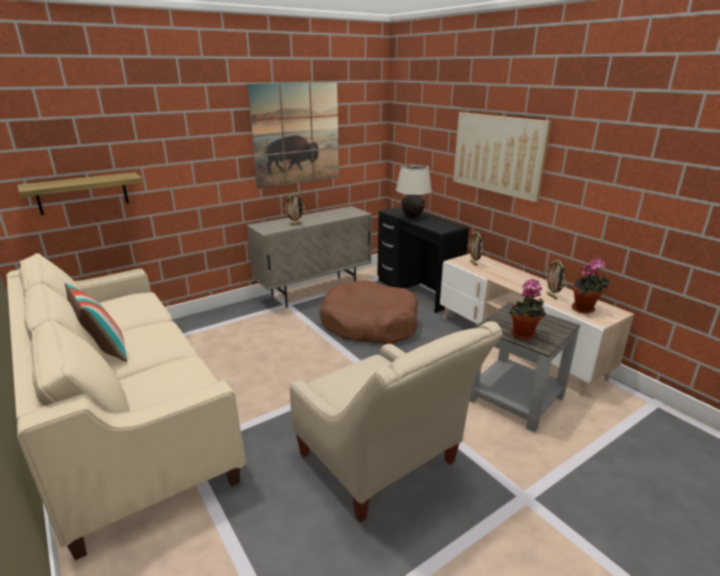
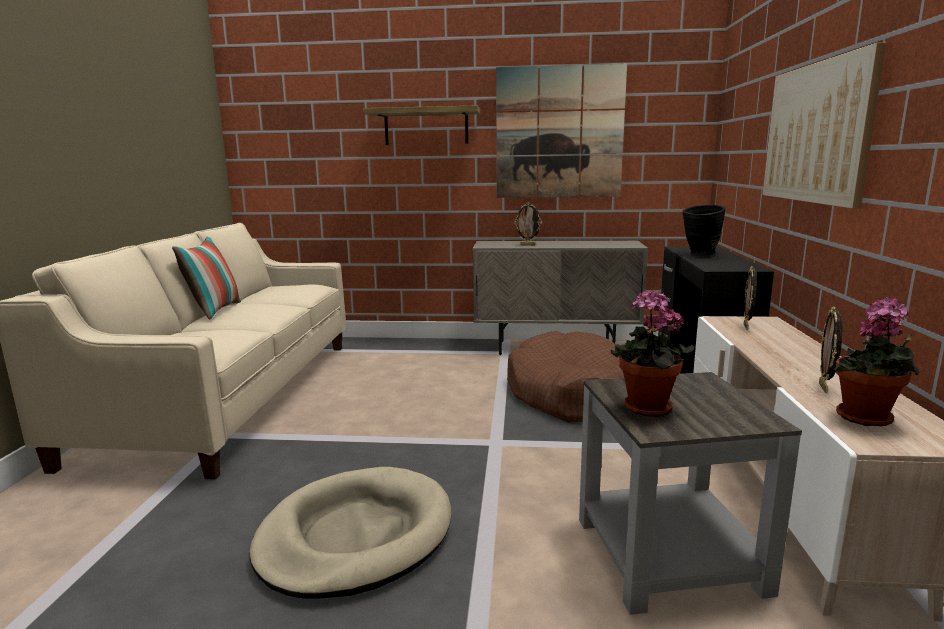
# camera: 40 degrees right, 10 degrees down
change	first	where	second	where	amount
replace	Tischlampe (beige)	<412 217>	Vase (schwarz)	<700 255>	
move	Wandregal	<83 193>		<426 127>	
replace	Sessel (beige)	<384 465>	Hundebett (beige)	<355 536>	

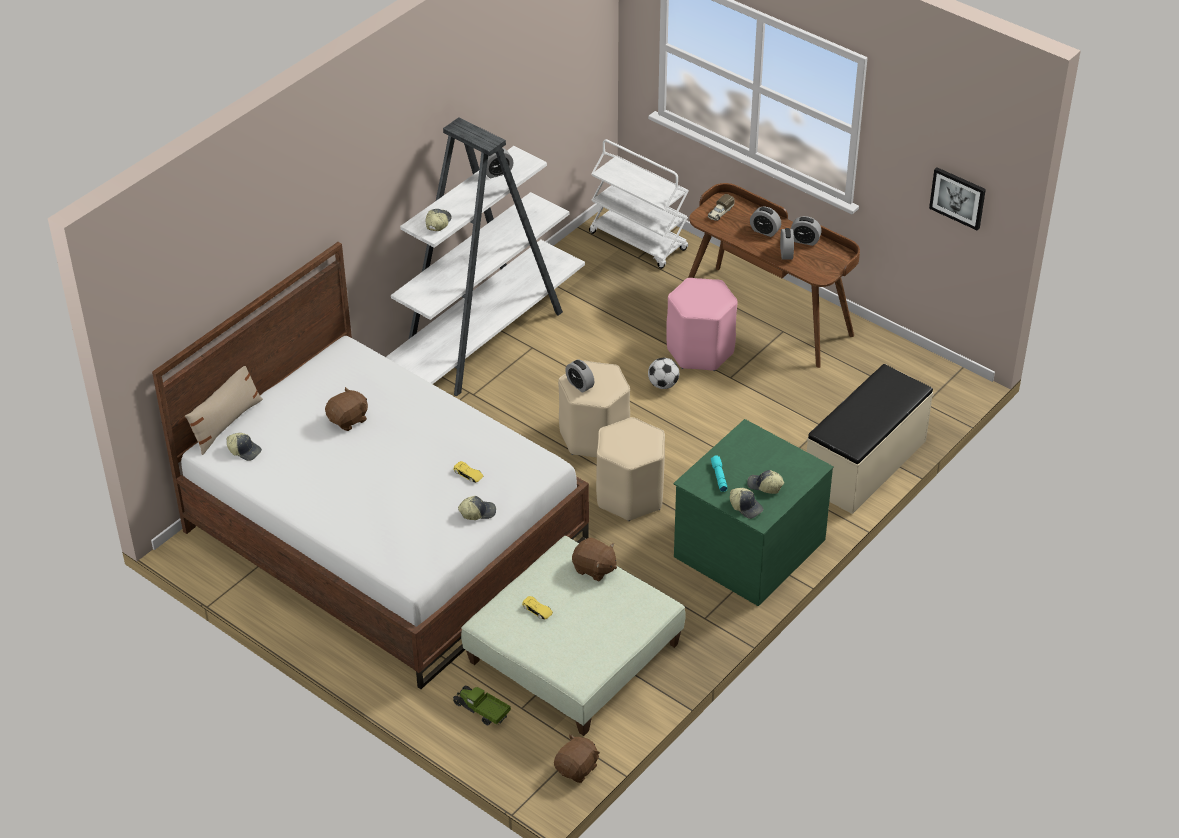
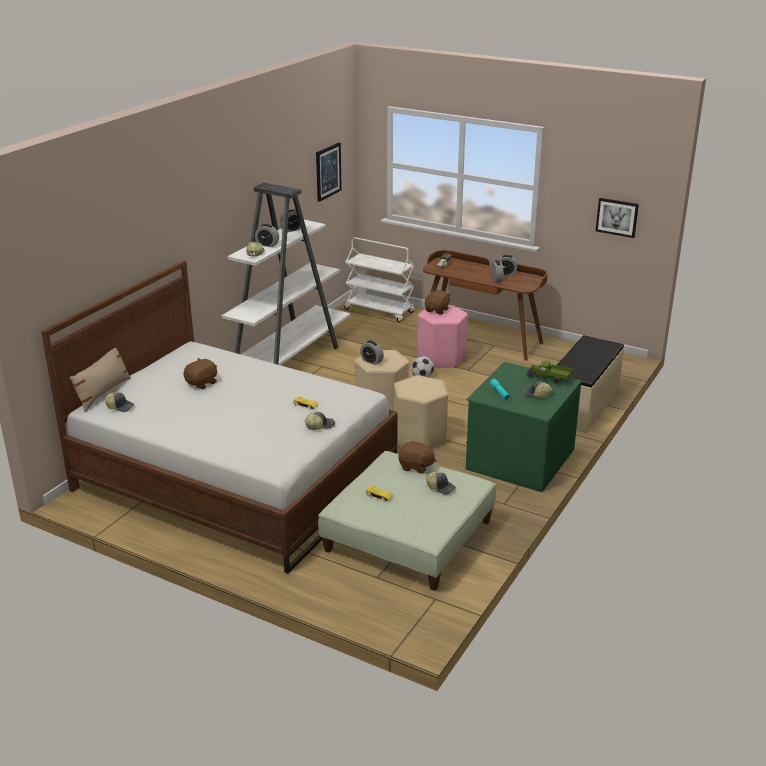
# camera: 10 degrees left, 15 degrees down
change	first	where	second	where	amount
move	Wecker	<764 231>		<267 245>	
move	Kappe	<746 507>		<440 487>	
move	Spielzeuglaster	<481 711>		<549 379>	
move	Plüschtier (braun)	<577 768>		<437 310>	
insert			Bild	<328 171>	

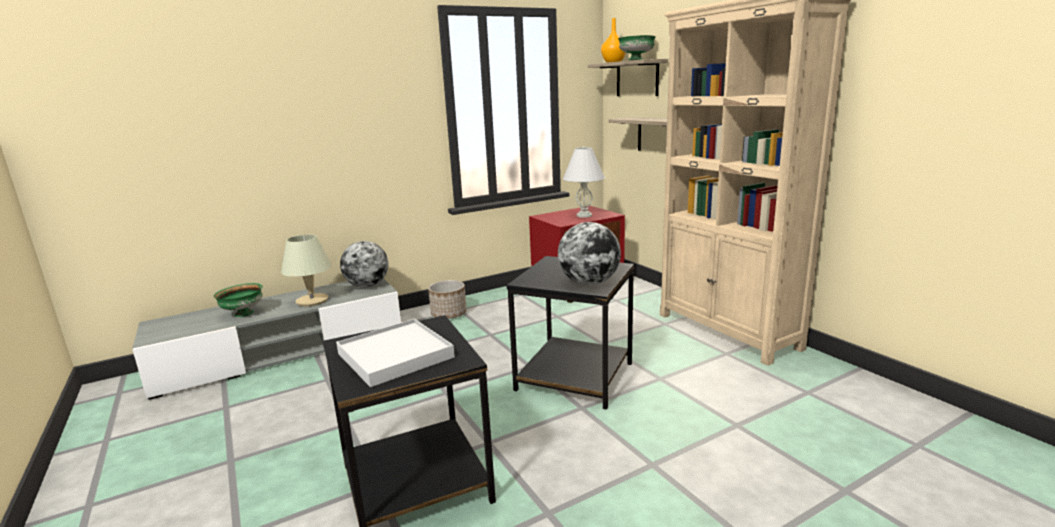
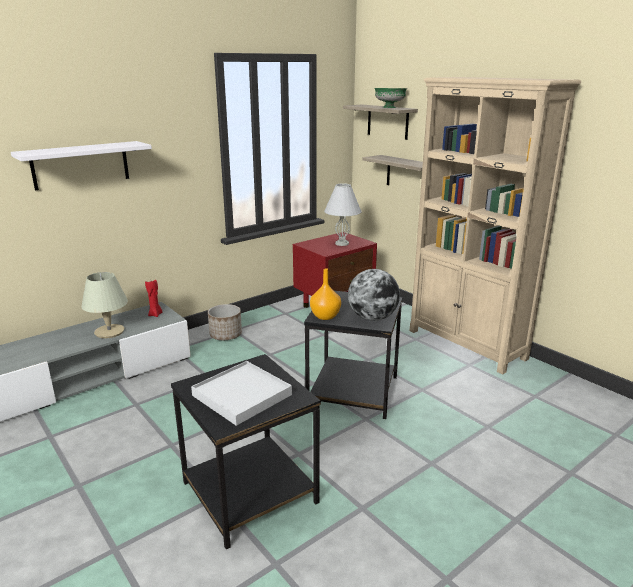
# camera: 10 degrees left, 5 degrees up
change	first	where	second	where	amount
move	Vase (orange)	<613 62>		<325 316>	
replace	Globus	<367 286>	Kerze (rot)	<155 314>	
delete	Schüssel (grün)	<243 314>			
insert			Wandregal (weiß)	<81 165>	

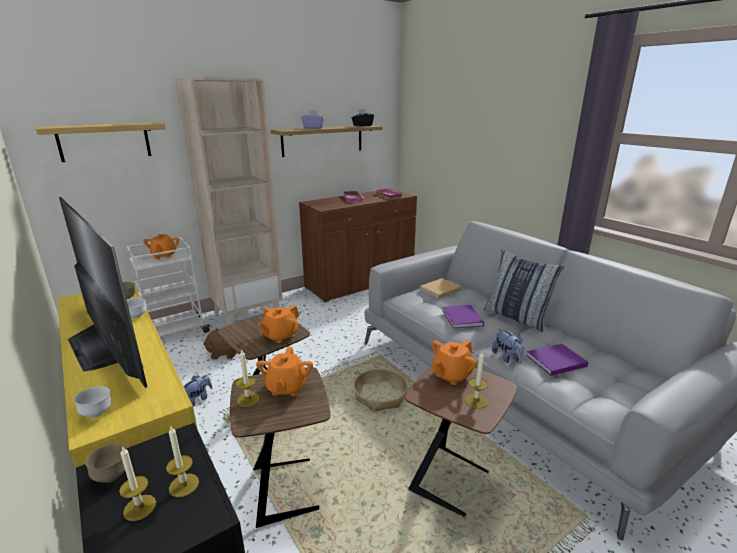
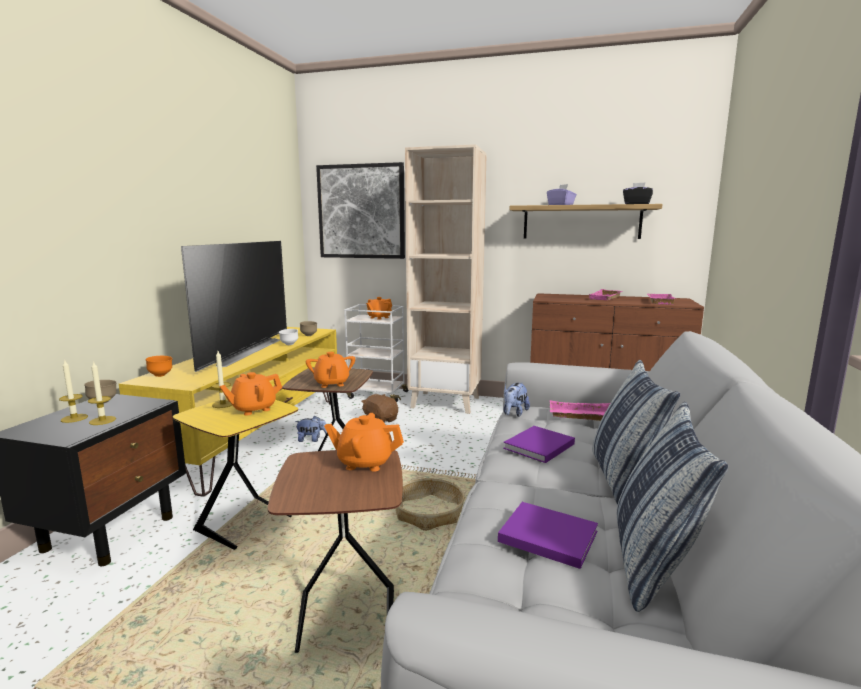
# camera: 50 degrees right, 10 degrees down
change	first	where	second	where	amount
replace	Wandregal	<104 141>	Bild	<361 211>	
replace	Buch (beige)	<439 290>	Tablett (rosa)	<580 416>	
rotate	Teekanne (orange)	<280 336>		<331 383>	105 degrees counterclockwise
move	Plüschtier	<507 358>		<514 413>	
delete	Kerze	<476 401>			
recolor	Beistelltisch (braun)	<287 489>	Beistelltisch (gelb)	<247 523>	
recolor	Schüssel (weiß)	<97 413>	Schüssel (orange)	<161 375>	
insert			Kissen	<652 563>	

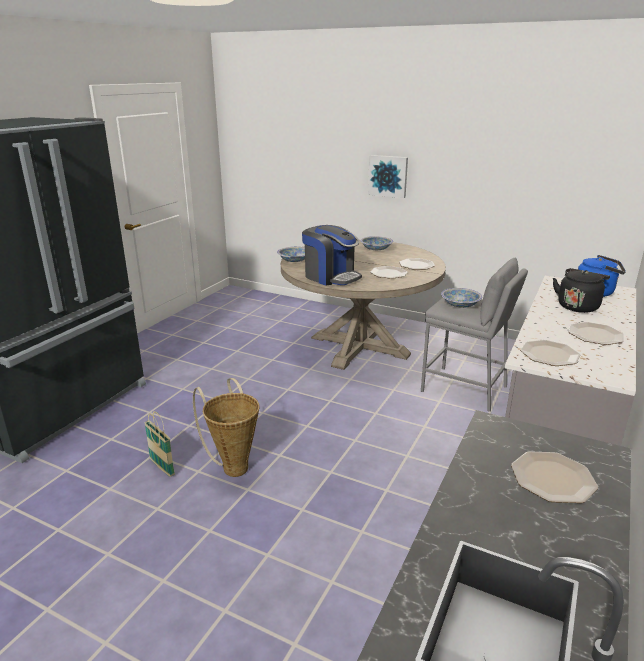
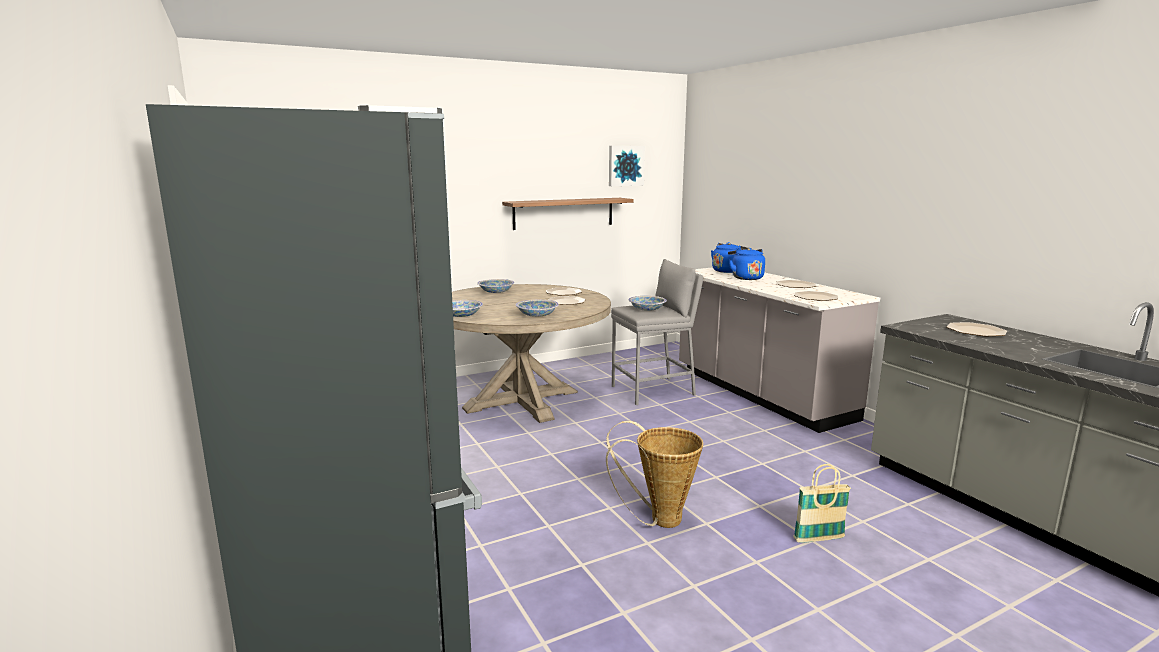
# camera: 55 degrees left, 10 degrees down
change	first	where	second	where	amount
move	Bild	<388 176>		<625 166>	
replace	Kaffeemaschine	<331 277>	Schüssel	<537 315>	
recolor	Wasserkessel (schwarz)	<578 306>	Wasserkessel (blau)	<745 278>	
move	Korb	<162 467>		<818 539>	
insert			Wandregal	<563 213>	

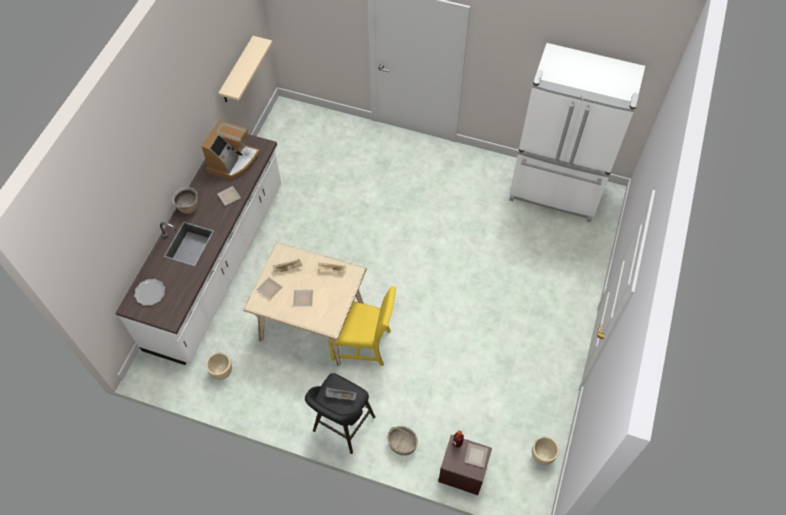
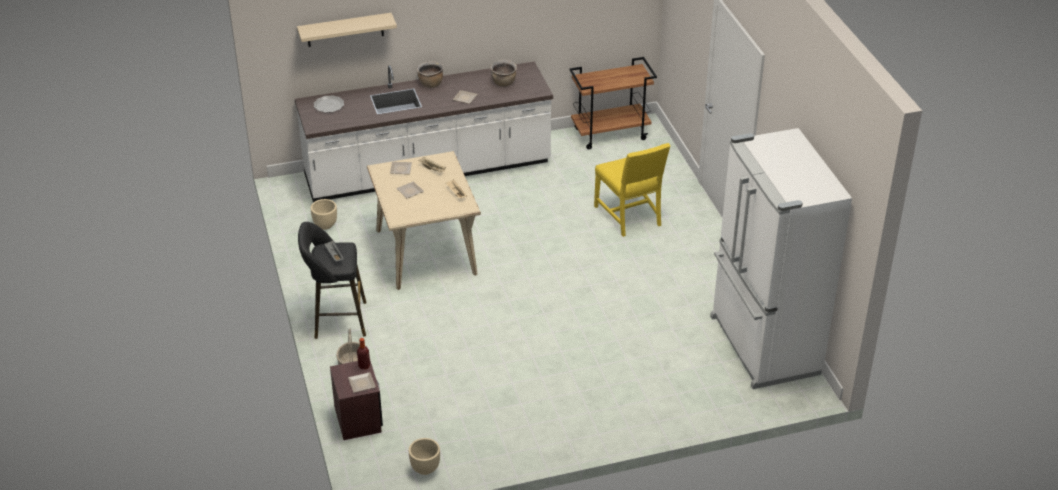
# camera: 55 degrees right, 20 degrees down
change	first	where	second	where	amount
move	Wandregal (beige)	<237 71>		<345 30>	
replace	Kaffeemaschine	<233 161>	Kochtopf (braun)	<504 83>	
move	Stuhl (gelb)	<363 344>		<630 216>	
insert			Rollwagen (braun)	<611 134>	

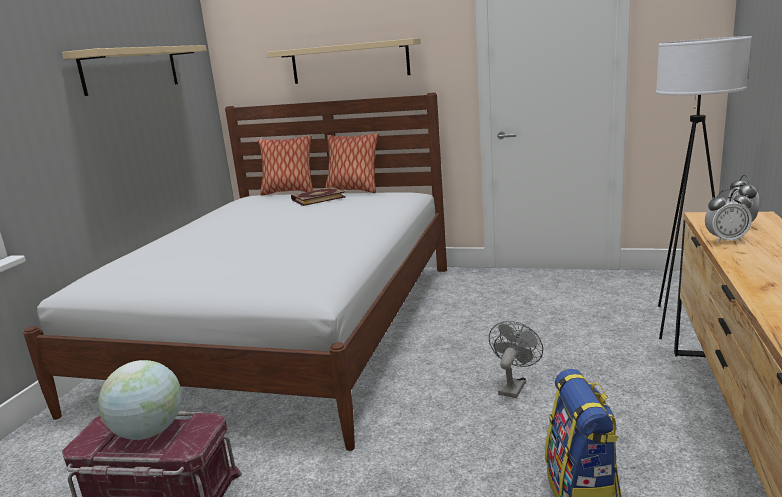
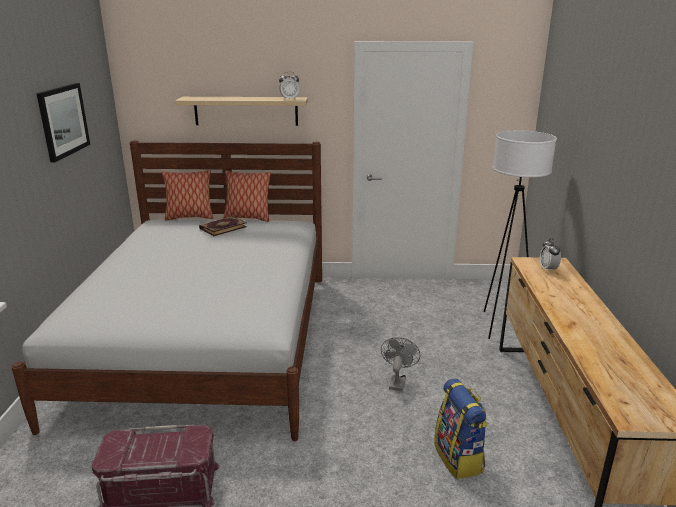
# camera: 15 degrees left, 5 degrees up
change	first	where	second	where	amount
replace	Wandregal (beige)	<131 69>	Bild	<63 121>	
move	Wecker	<725 240>		<289 99>	
delete	Globus	<149 432>			

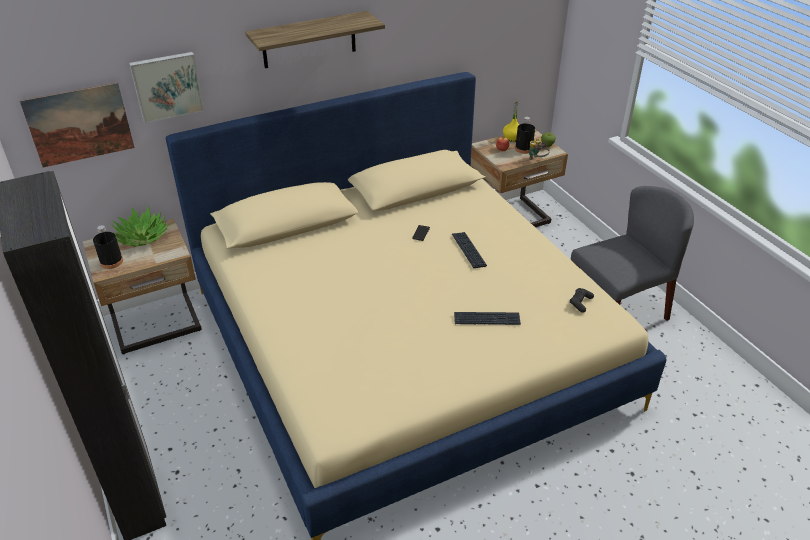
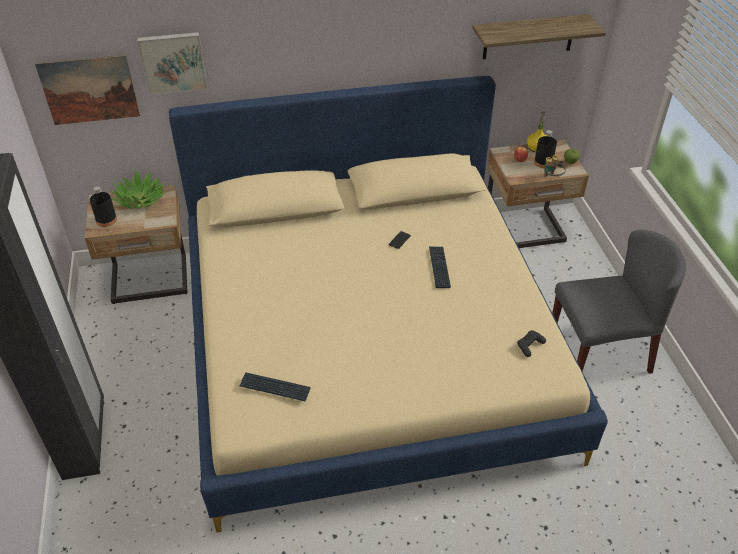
# camera: 15 degrees right, 5 degrees up
change	first	where	second	where	amount
move	Wandregal	<309 40>		<528 37>	
move	Tastatur	<487 319>		<274 388>	

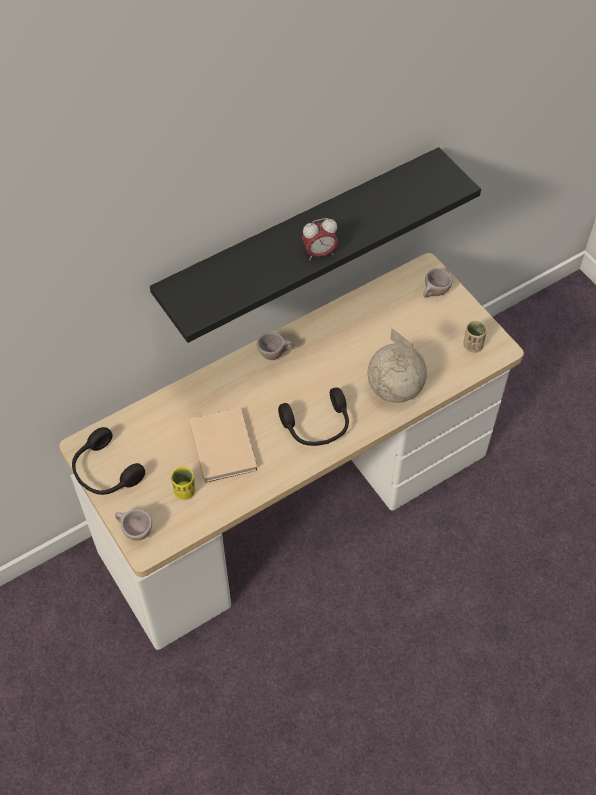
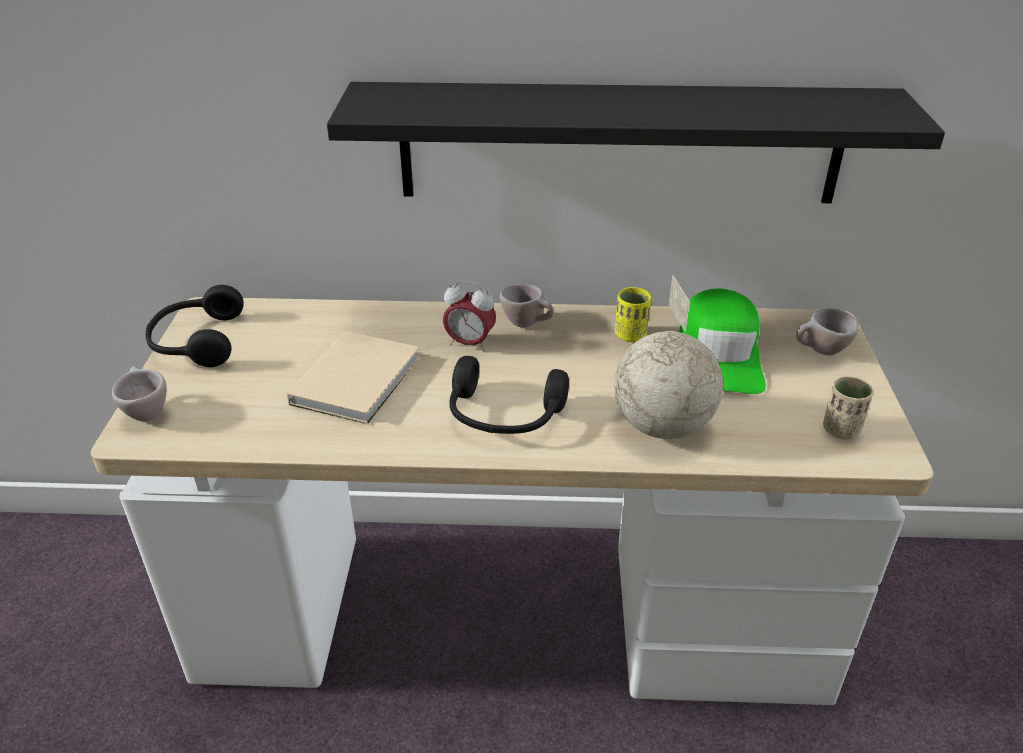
# camera: 35 degrees right, 20 degrees down
change	first	where	second	where	amount
move	Wecker	<319 253>		<469 344>	
move	Tasse (gelb)	<184 491>		<630 335>	
insert			Kappe (grün)	<719 355>	

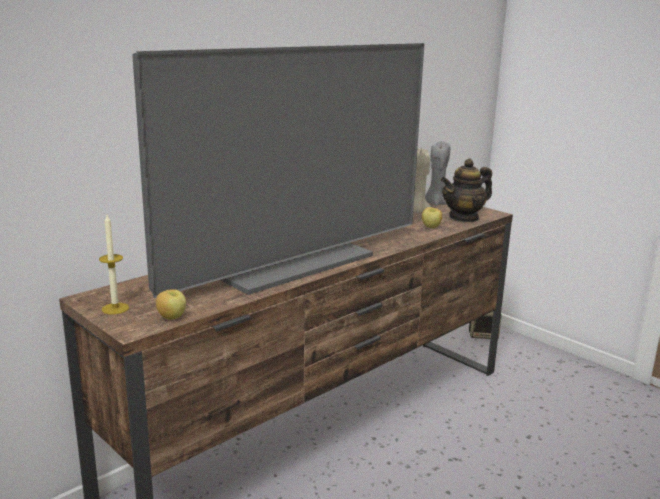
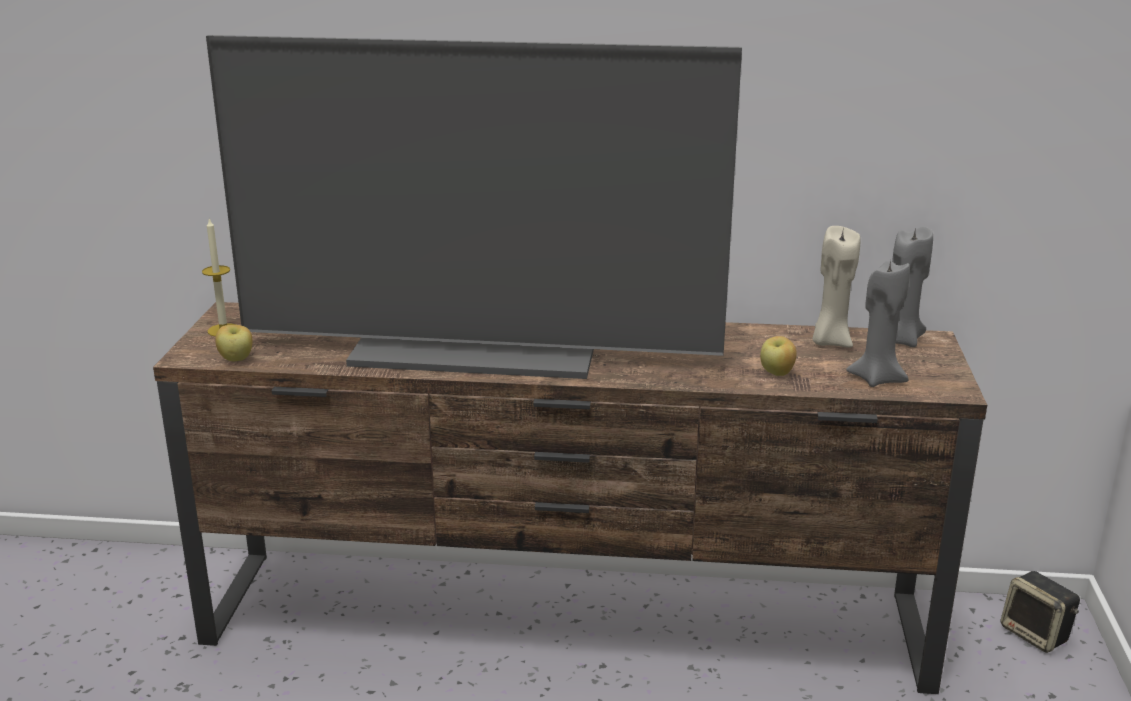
# camera: 50 degrees right, 5 degrees up
change	first	where	second	where	amount
replace	Teekanne	<464 218>	Kerze (grau)	<876 379>	

